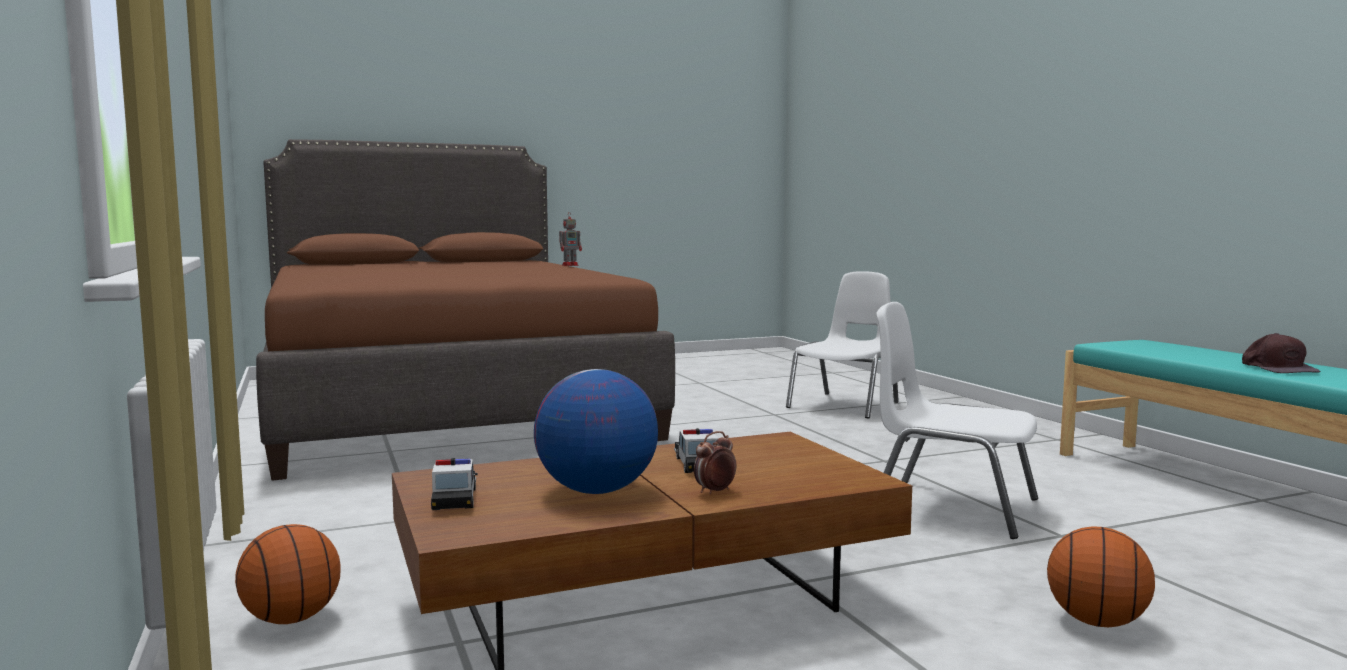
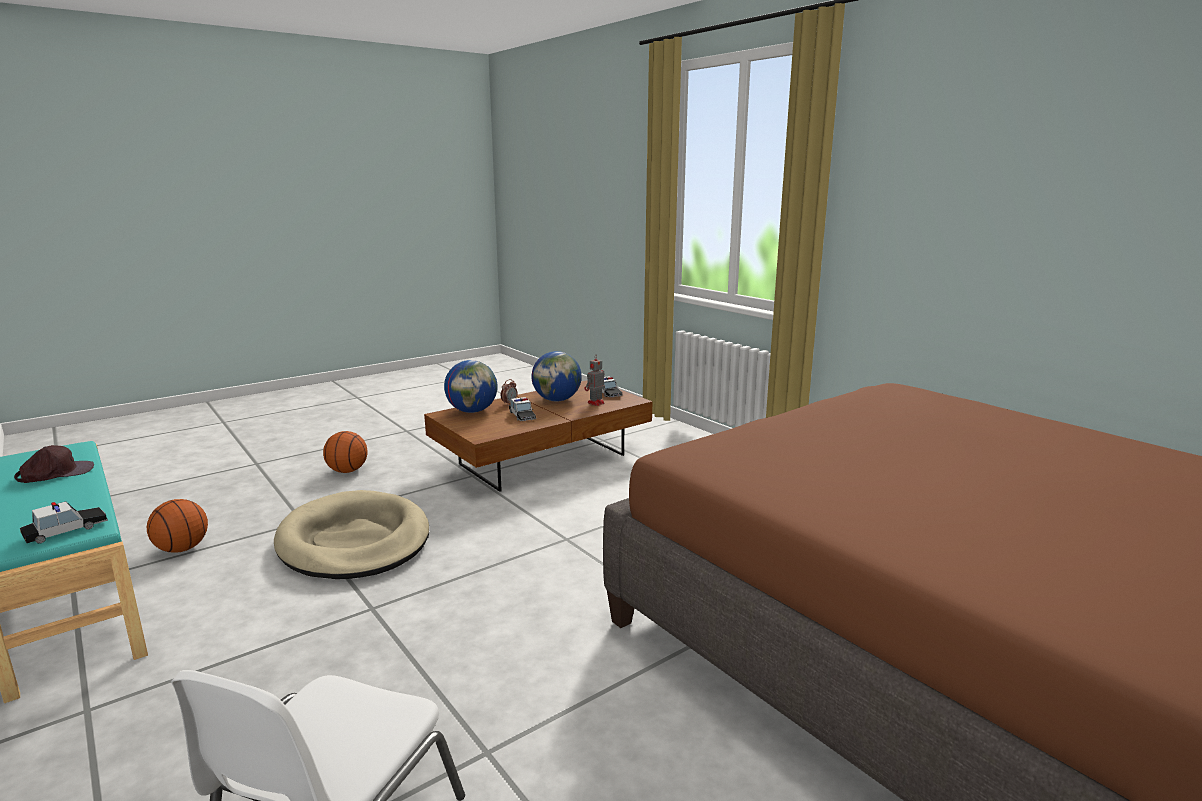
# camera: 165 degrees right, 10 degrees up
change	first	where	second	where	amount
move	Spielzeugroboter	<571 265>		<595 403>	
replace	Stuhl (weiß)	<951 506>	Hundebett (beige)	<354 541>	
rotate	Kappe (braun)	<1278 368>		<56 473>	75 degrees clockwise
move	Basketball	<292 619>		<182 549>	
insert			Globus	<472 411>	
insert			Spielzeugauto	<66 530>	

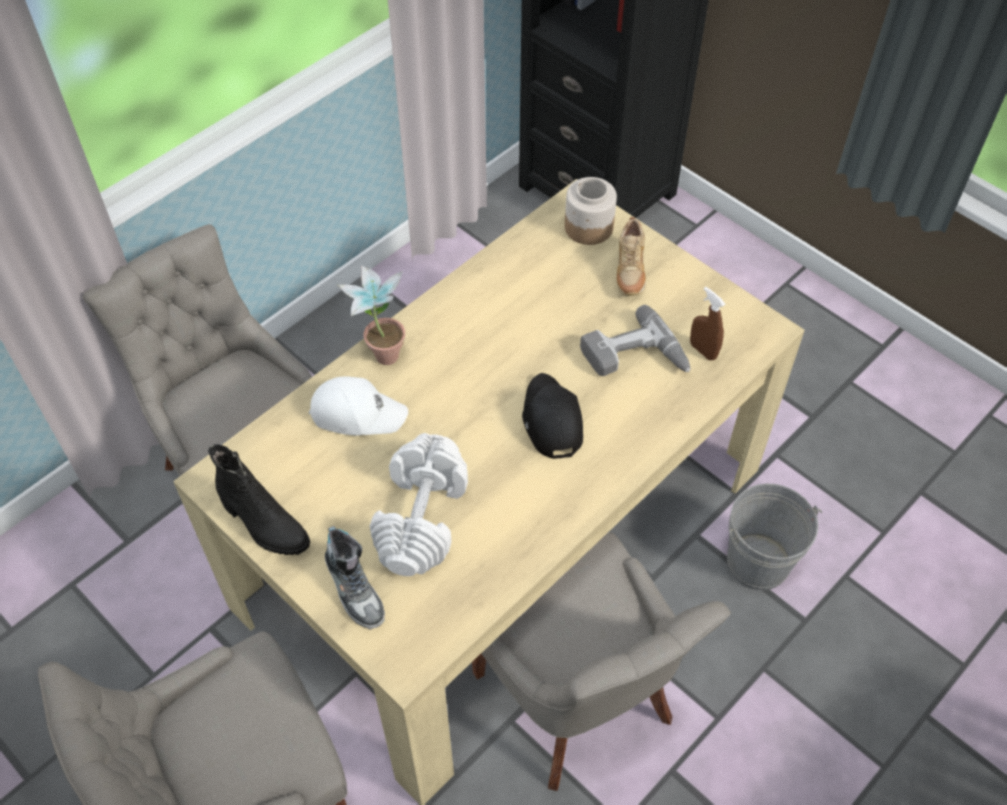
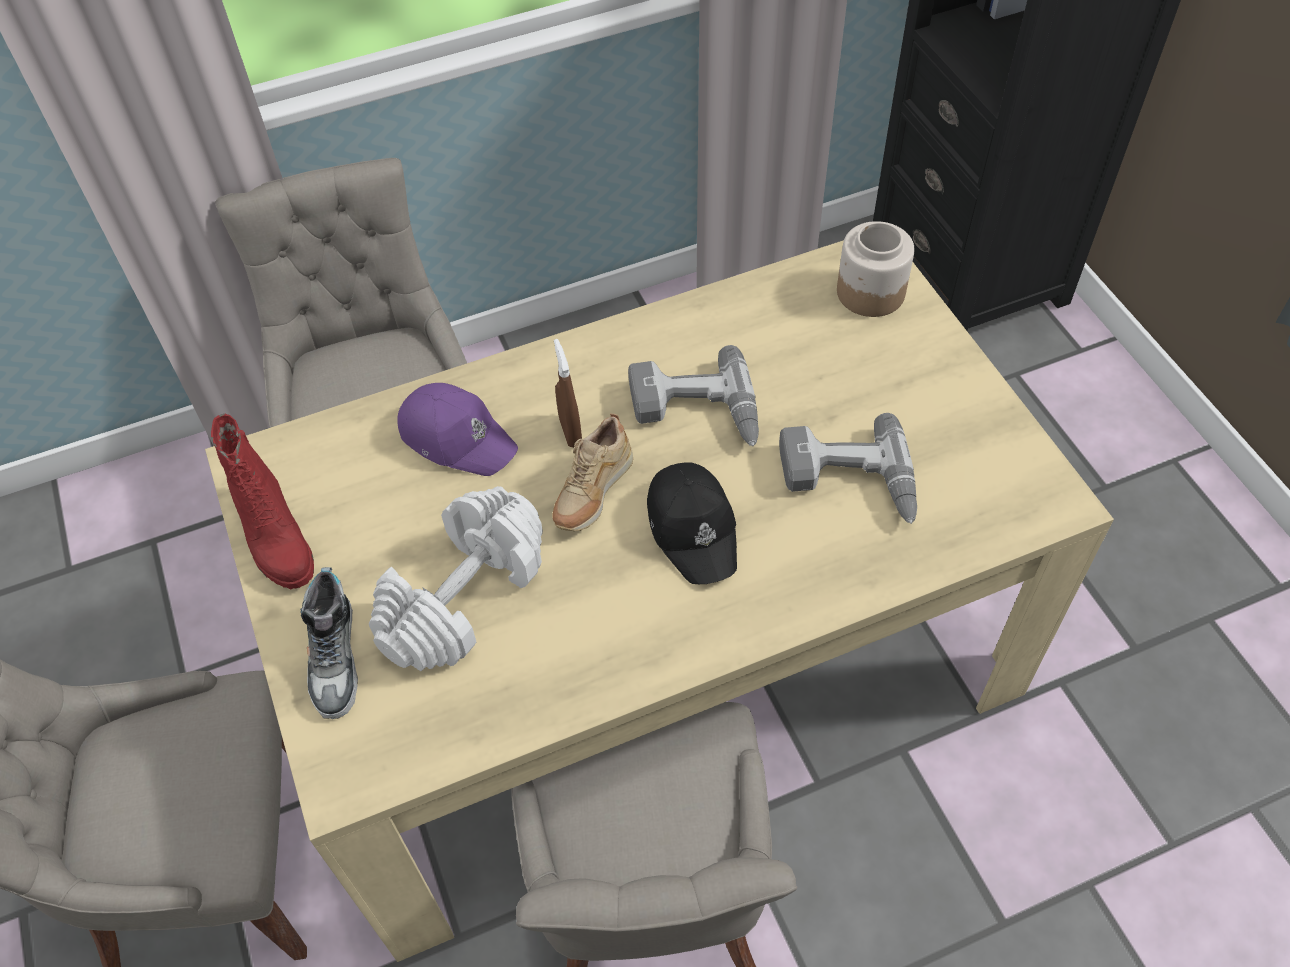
# camera: 25 degrees right, 0 degrees up
change	first	where	second	where	amount
move	Schuh (beige)	<629 273>		<592 494>	
delete	Topfpflanze	<382 350>			
move	Sprühflasche (braun)	<703 350>		<570 432>	
rotate	Kappe (schwarz)	<551 420>		<694 528>	150 degrees clockwise
recolor	Kappe (weiß)	<357 413>	Kappe (lila)	<457 437>	
recolor	Stiefel (schwarz)	<264 525>	Stiefel (rot)	<275 539>	
delete	Eimer (grau)	<757 562>			
insert			Bohrmaschine	<695 413>	

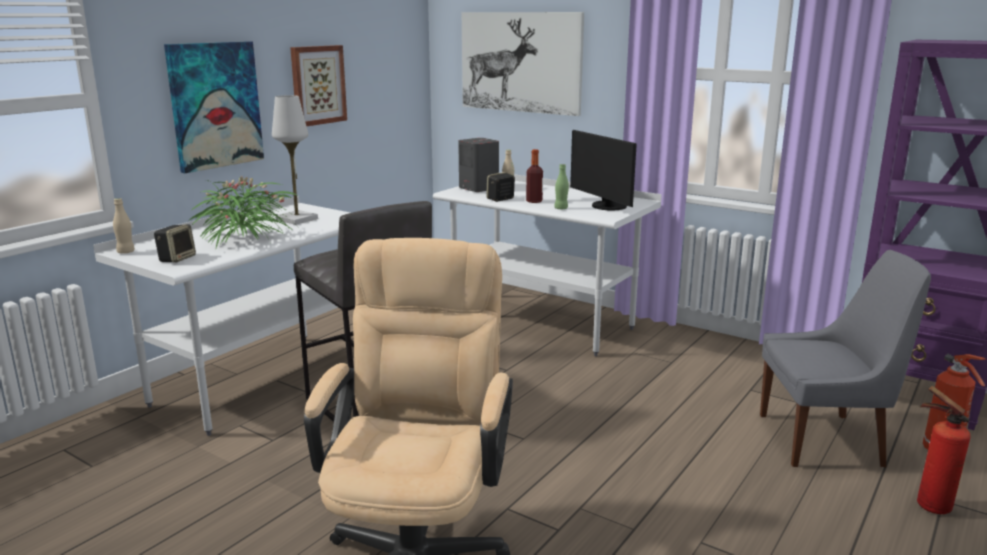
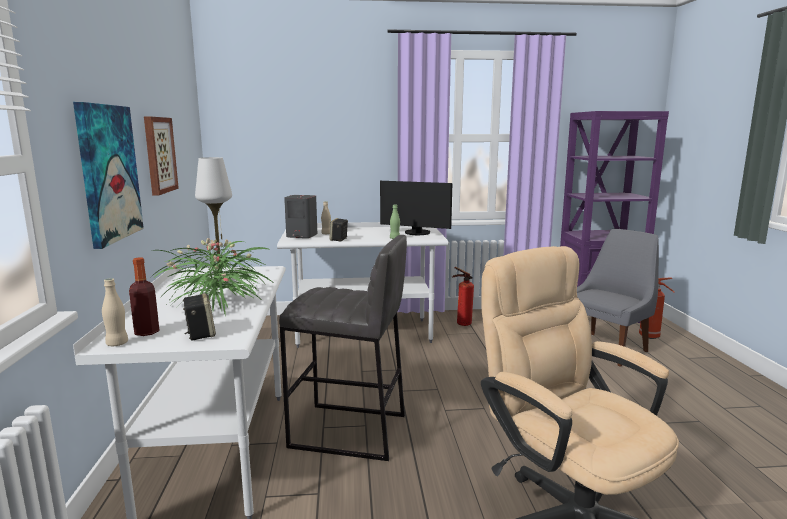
# camera: 40 degrees left, 5 degrees down
change	first	where	second	where	amount
delete	Bild	<520 62>			
move	Flasche	<534 201>		<147 332>	
move	Feuerlöscher	<928 505>		<461 324>	

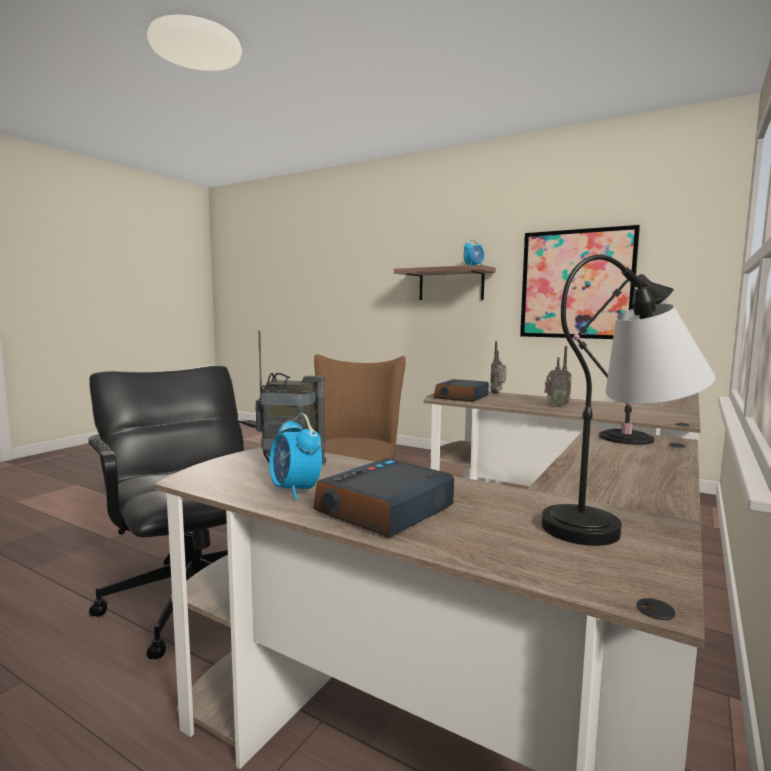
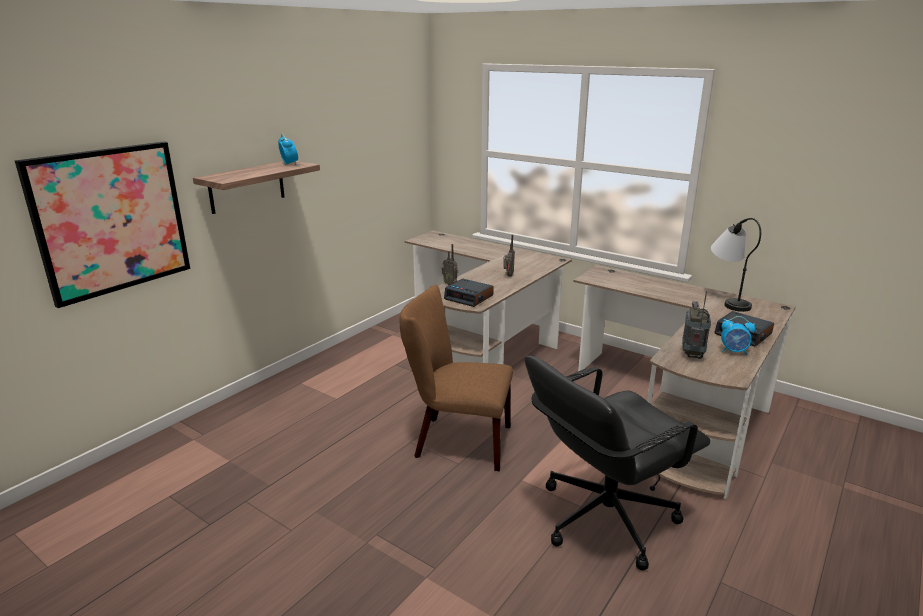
# camera: 85 degrees left, 15 degrees up
change	first	where	second	where	amount
move	Bild	<576 284>		<111 220>	
delete	Tischlampe (schwarz)	<621 438>			
rotate	Wecker	<295 491>		<734 351>	45 degrees clockwise

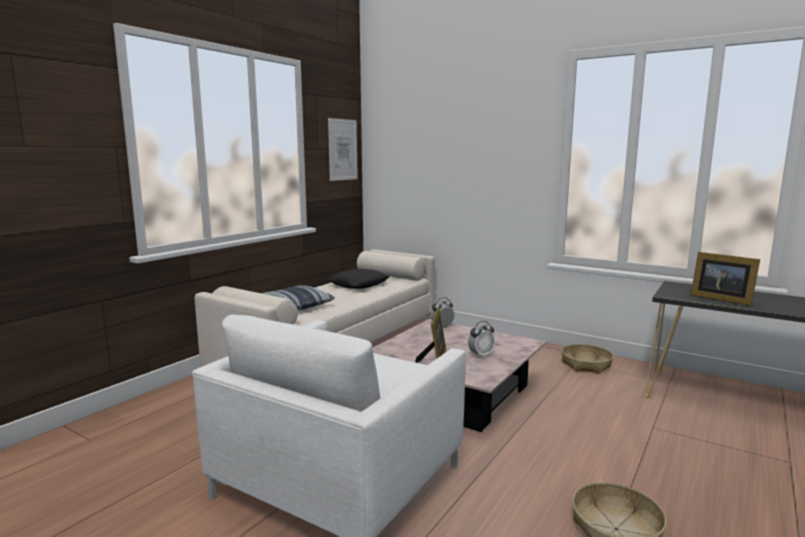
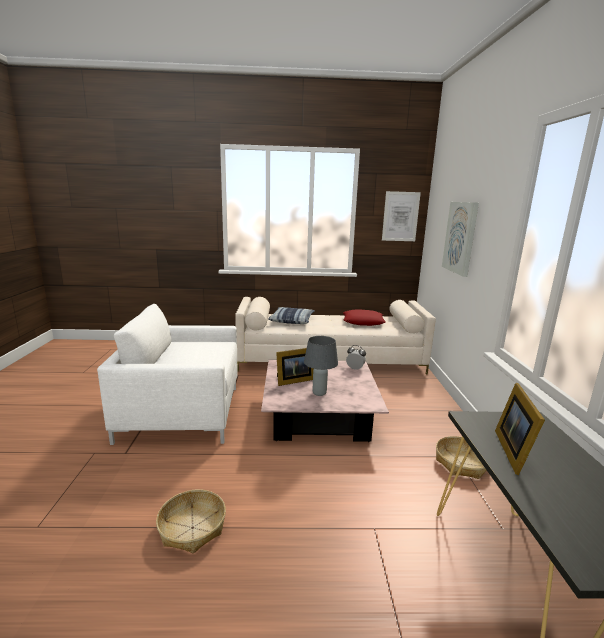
# camera: 55 degrees right, 5 degrees up
change	first	where	second	where	amount
recolor	Kissen (schwarz)	<359 284>	Kissen (rot)	<363 322>	
replace	Wecker	<481 355>	Tischlampe (grau)	<319 393>	
insert			Bild	<460 237>	

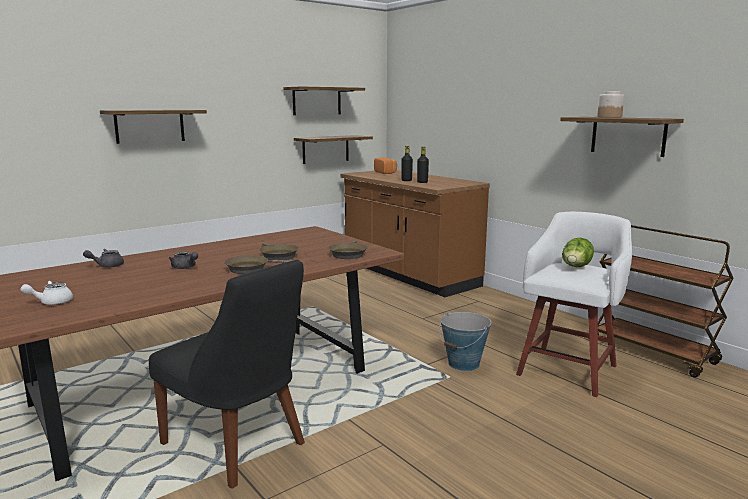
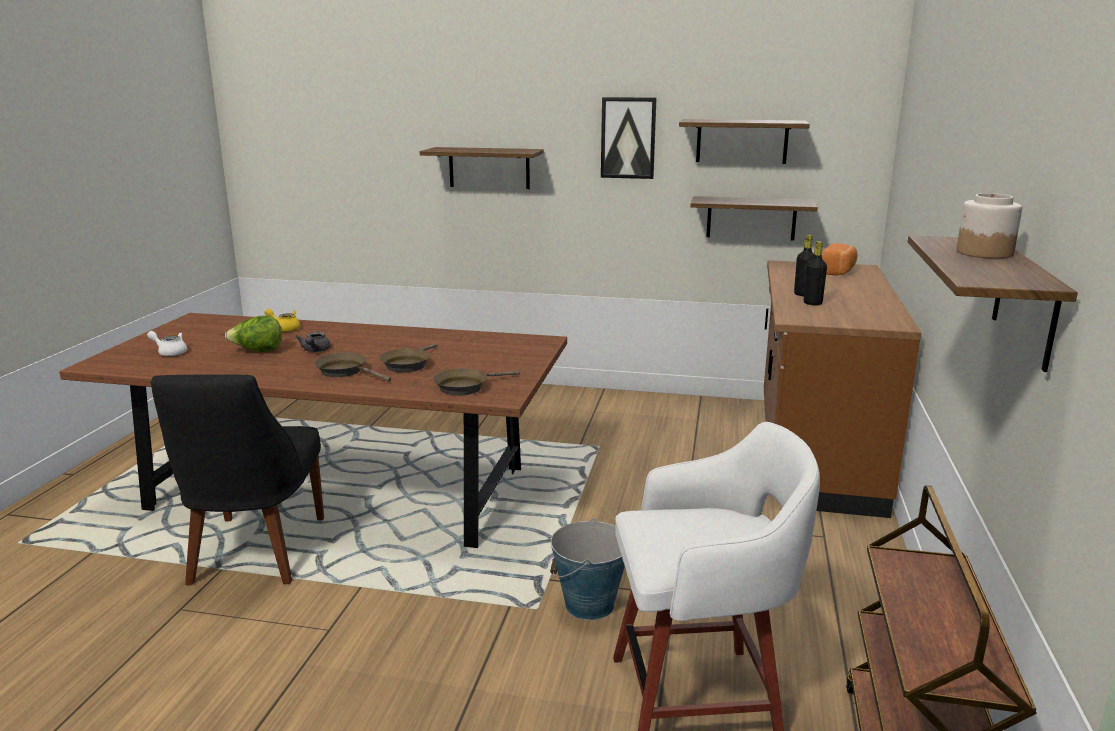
# camera: 50 degrees right, 5 degrees up
change	first	where	second	where	amount
move	Salatkopf	<576 268>		<258 351>	
recolor	Teekanne (grau)	<107 266>	Teekanne (gelb)	<285 329>	
insert			Bild	<628 138>	

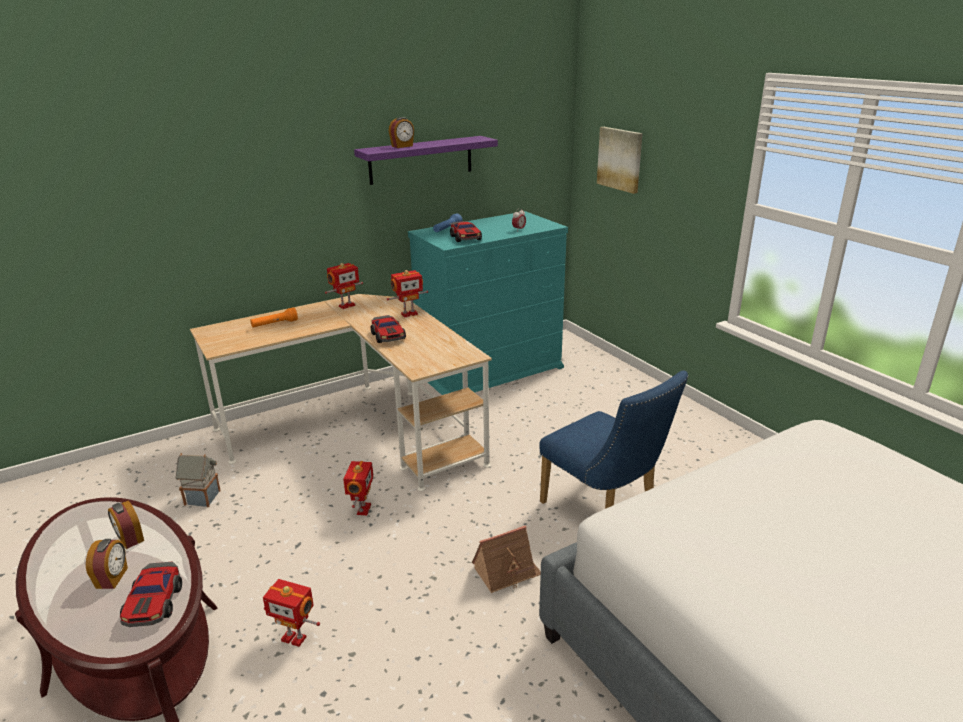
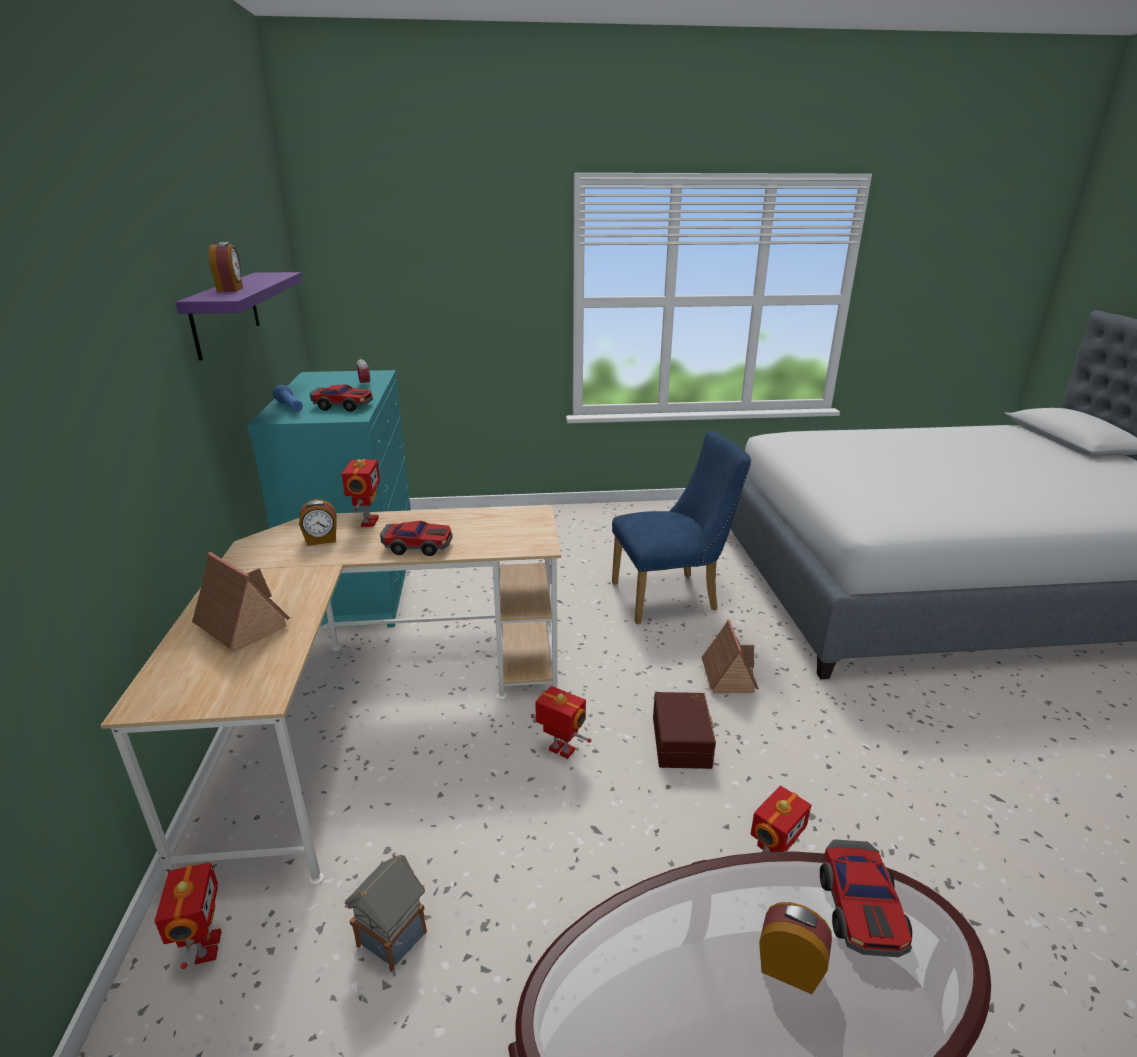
# camera: 65 degrees left, 0 degrees up
change	first	where	second	where	amount
delete	Bild	<620 159>			
move	Spielzeugroboter	<346 305>		<205 948>	
replace	Taschenlampe (orange)	<274 324>	Spielzeughaus	<240 625>	
move	Wecker	<129 539>		<321 540>	
rotate	Spielzeugauto	<154 603>		<861 908>	75 degrees clockwise
insert			Aufbewahrungsbox (braun)	<683 741>	

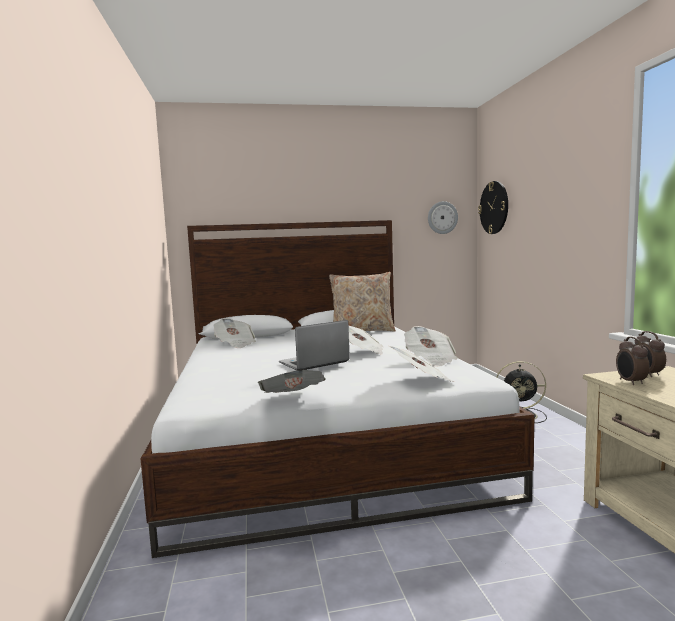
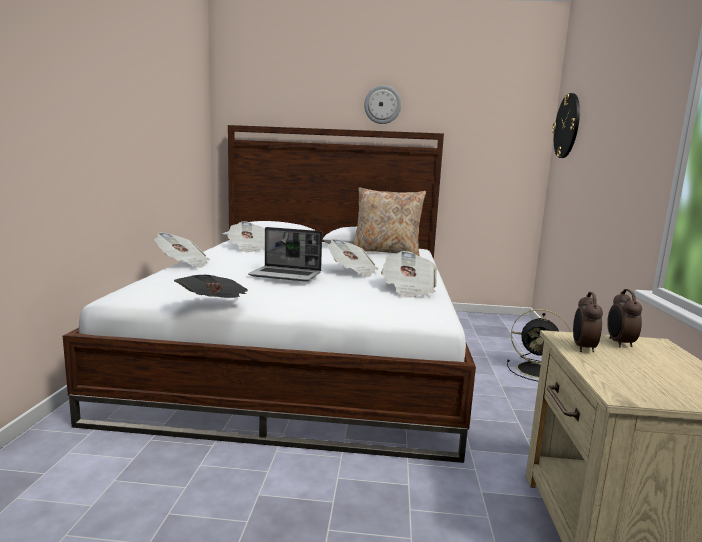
# camera: 15 degrees right, 5 degrees up
change	first	where	second	where	amount
move	Wanduhr	<442 217>		<382 104>	
rotate	Laptop	<313 363>		<286 275>	150 degrees counterclockwise
move	Zeitung	<421 380>		<183 264>	

